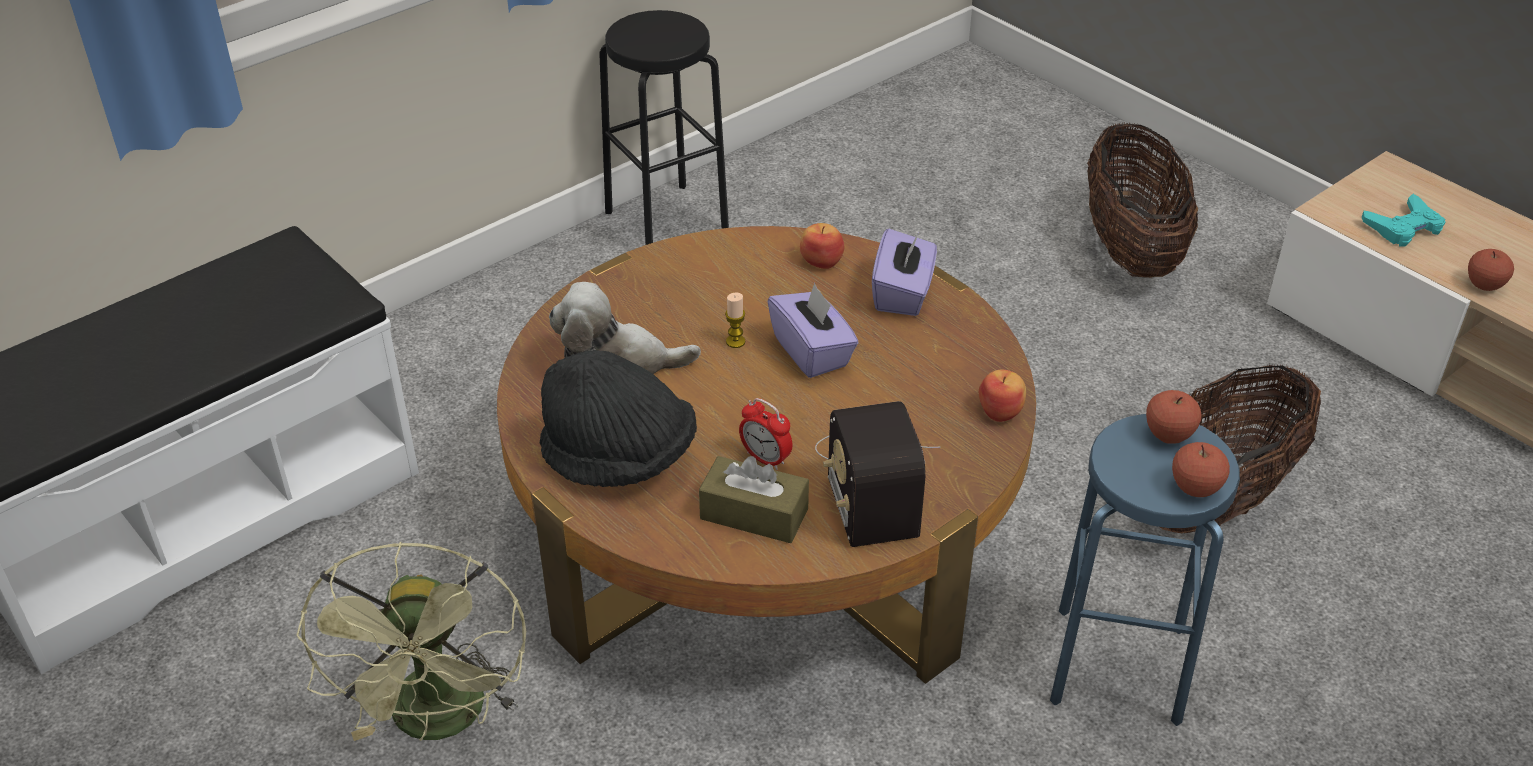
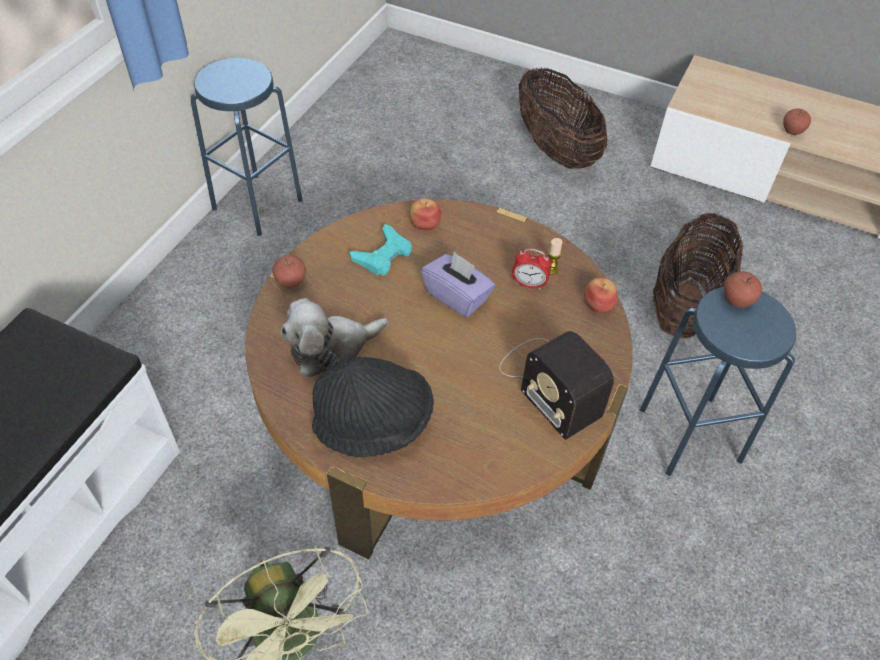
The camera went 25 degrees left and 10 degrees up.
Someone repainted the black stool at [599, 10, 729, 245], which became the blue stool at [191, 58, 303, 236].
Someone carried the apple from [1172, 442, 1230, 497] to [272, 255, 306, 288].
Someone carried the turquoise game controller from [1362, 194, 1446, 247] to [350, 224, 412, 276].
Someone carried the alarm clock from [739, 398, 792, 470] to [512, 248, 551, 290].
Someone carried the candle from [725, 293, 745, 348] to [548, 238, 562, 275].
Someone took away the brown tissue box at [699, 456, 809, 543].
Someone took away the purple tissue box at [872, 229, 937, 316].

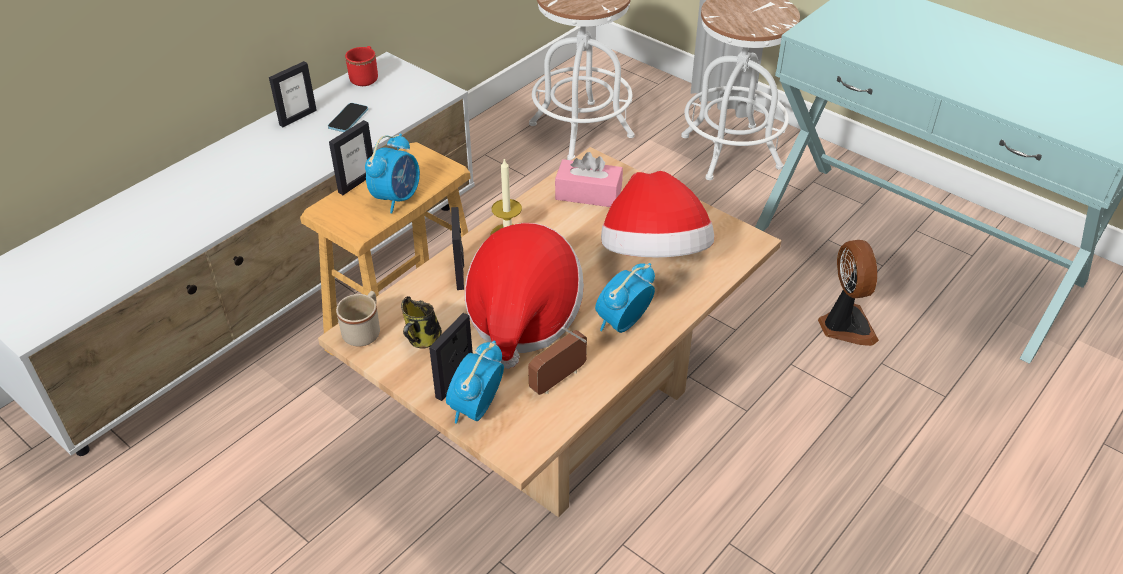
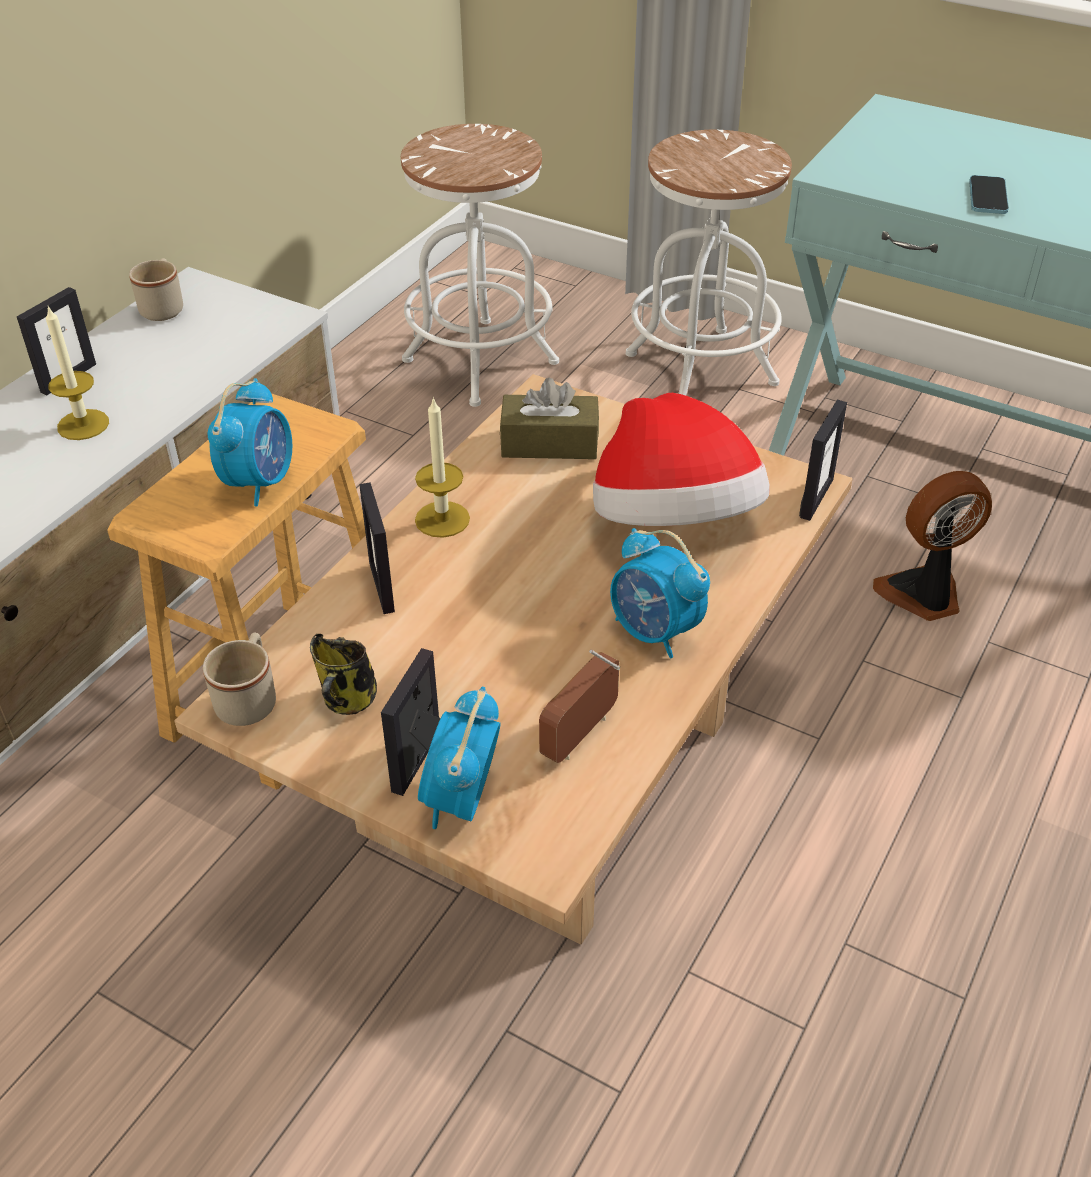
The camera went 10 degrees left and 0 degrees up.
Someone put down the candle at [46, 305, 109, 440].
Someone repainted the red mug at [345, 46, 378, 86], which became the beige mug at [129, 258, 183, 321].
Someone repainted the pink tissue box at [555, 152, 623, 207], which became the brown tissue box at [500, 377, 599, 459].
Someone rotated the alarm clock at [595, 263, 655, 333] by 75 degrees counterclockwise.
Someone carried the picture frame from [329, 120, 373, 195] to [799, 400, 847, 521].
Someone rotated the fan at [818, 240, 879, 346] by 90 degrees counterclockwise.
Someone carried the phone from [328, 103, 368, 132] to [969, 175, 1009, 214].
Someone took away the hat at [465, 223, 584, 369].

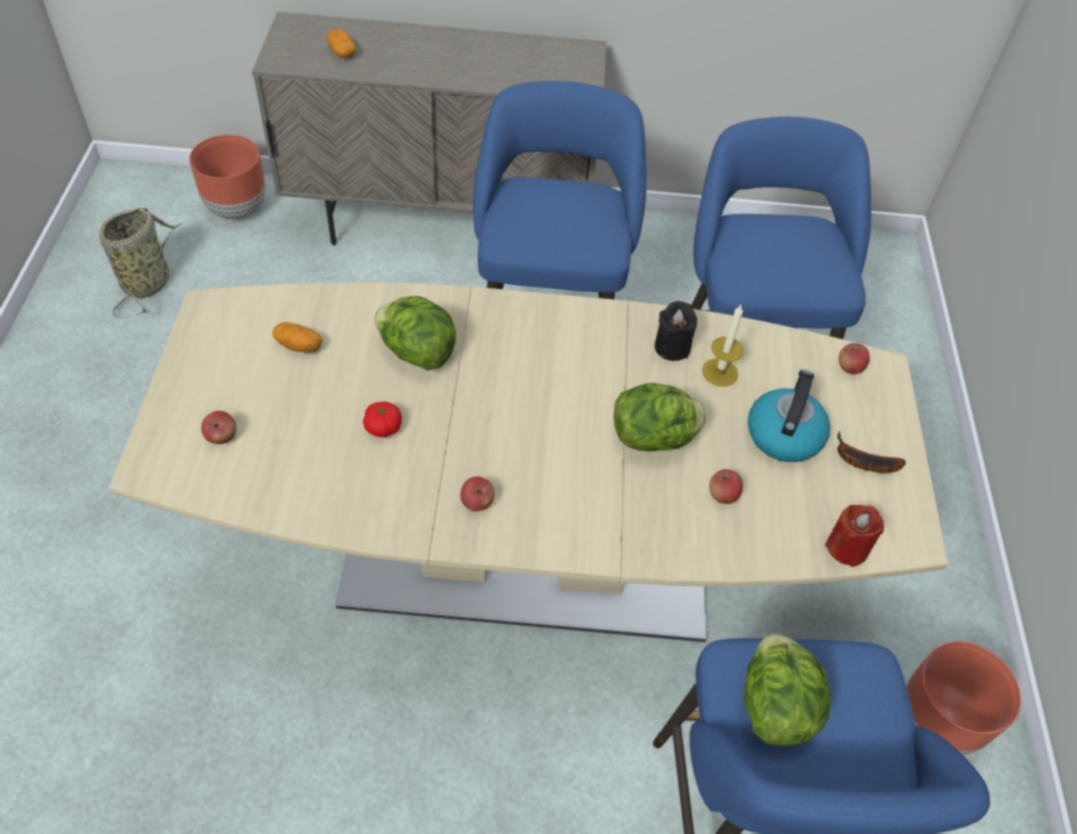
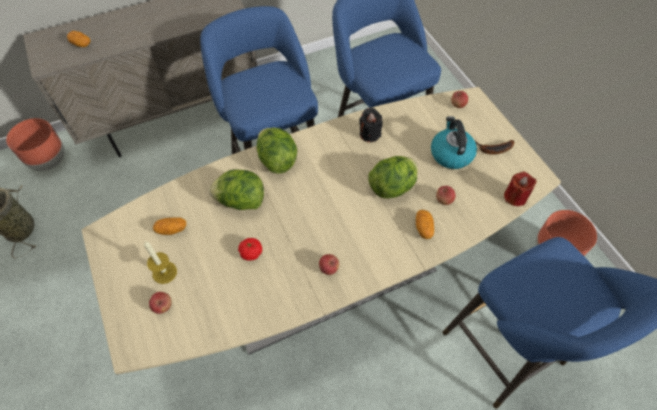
The camera went 25 degrees left and 5 degrees up.
Someone carried the candle from [702, 305, 743, 386] to [144, 241, 177, 284].
Someone carried the lettuce from [744, 634, 831, 746] to [257, 127, 297, 174].
Someone put down the potato at [416, 210, 434, 239].

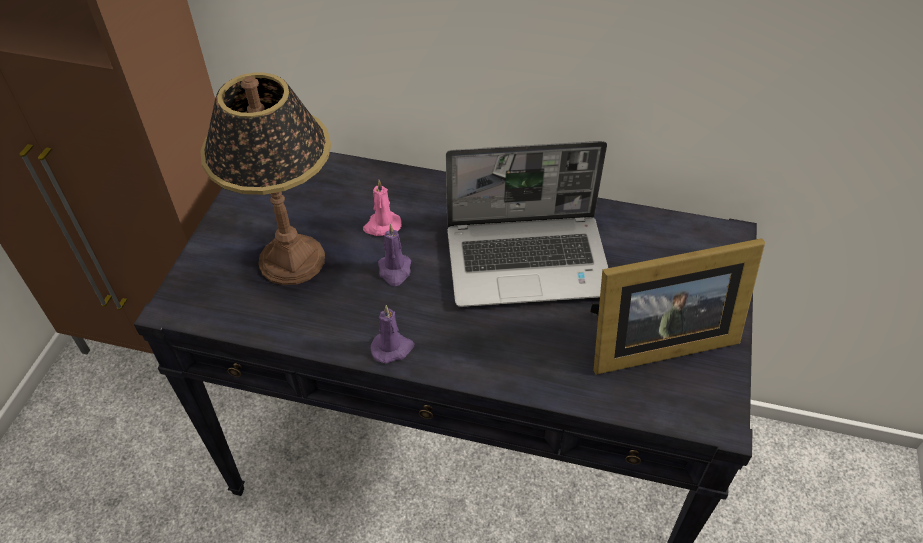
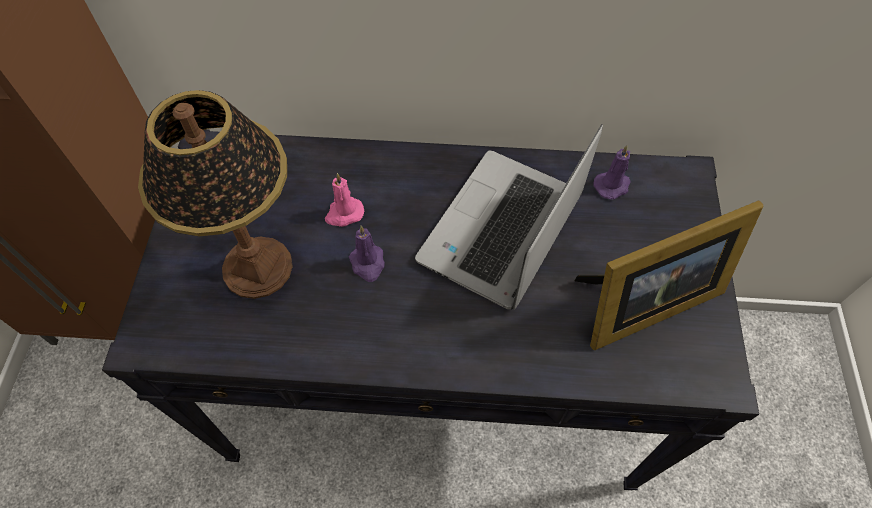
The camera went 10 degrees left and 10 degrees up.
Someone rotated the laptop at [446, 141, 608, 307] by 135 degrees clockwise.
Someone carried the purple candle from [370, 305, 414, 364] to [593, 145, 631, 200].

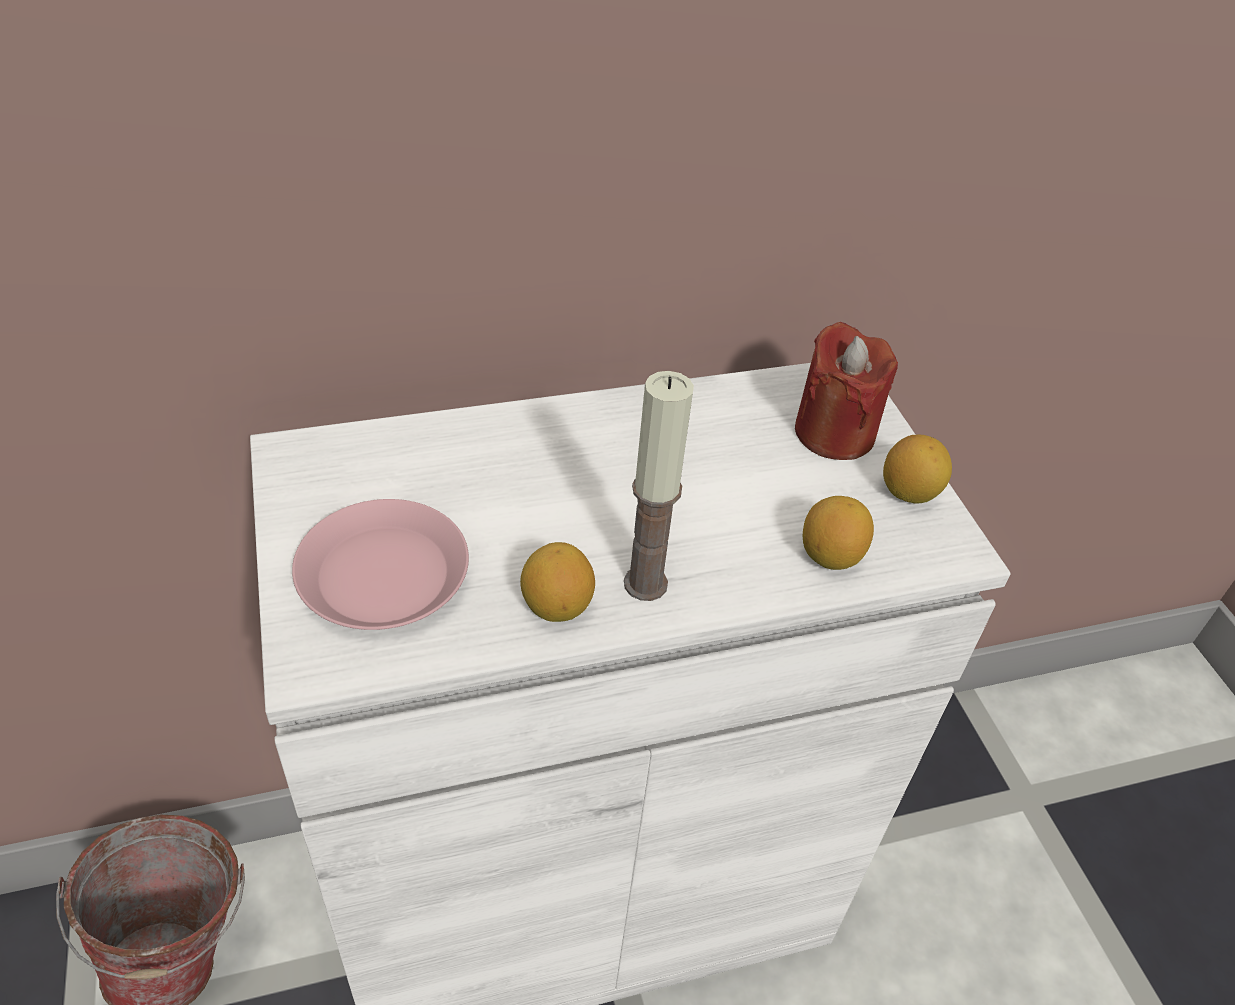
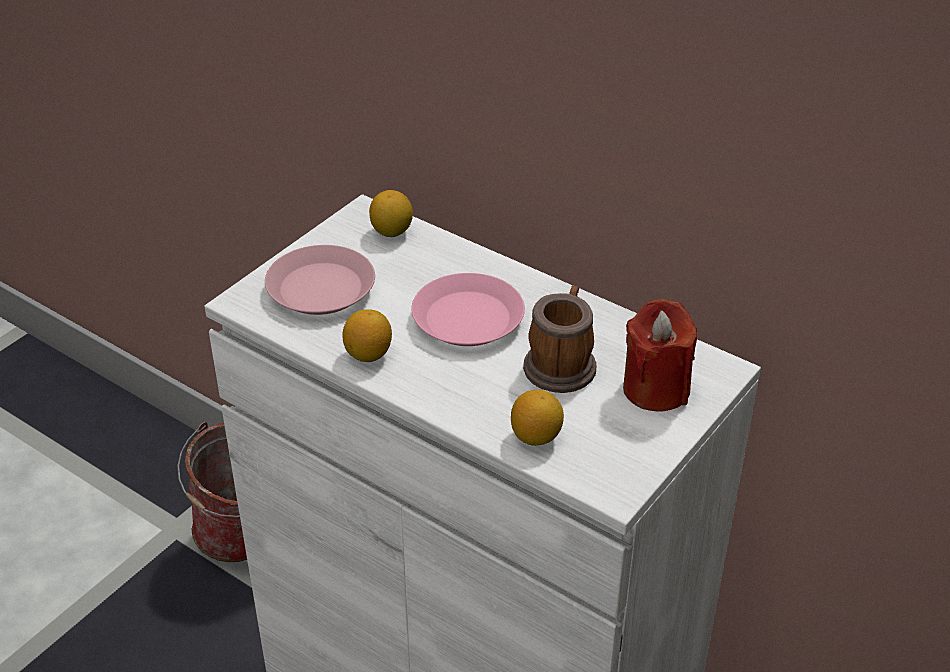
The camera went 55 degrees right and 5 degrees down.
Someone carried the lemon from [883, 435, 952, 504] to [369, 190, 413, 237].
Someone put down the pink plate at [411, 273, 525, 346].
Someone put down the mug at [523, 286, 596, 393].
Someone took away the candle at [624, 371, 694, 601].

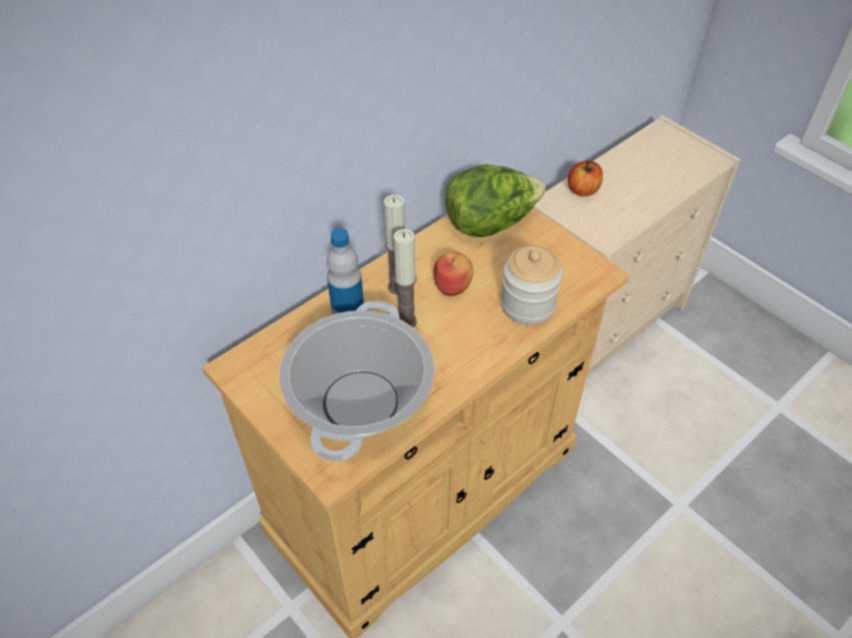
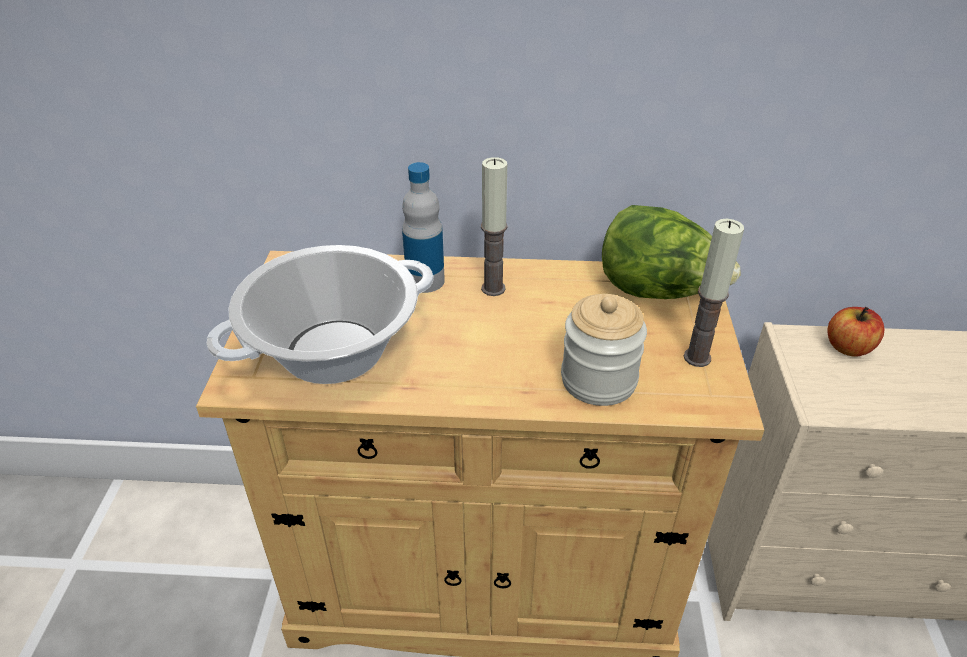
The camera went 45 degrees right and 10 degrees down.
Someone carried the candle from [393, 229, 417, 327] to [684, 219, 744, 367].
Someone took away the apple at [434, 252, 473, 296].

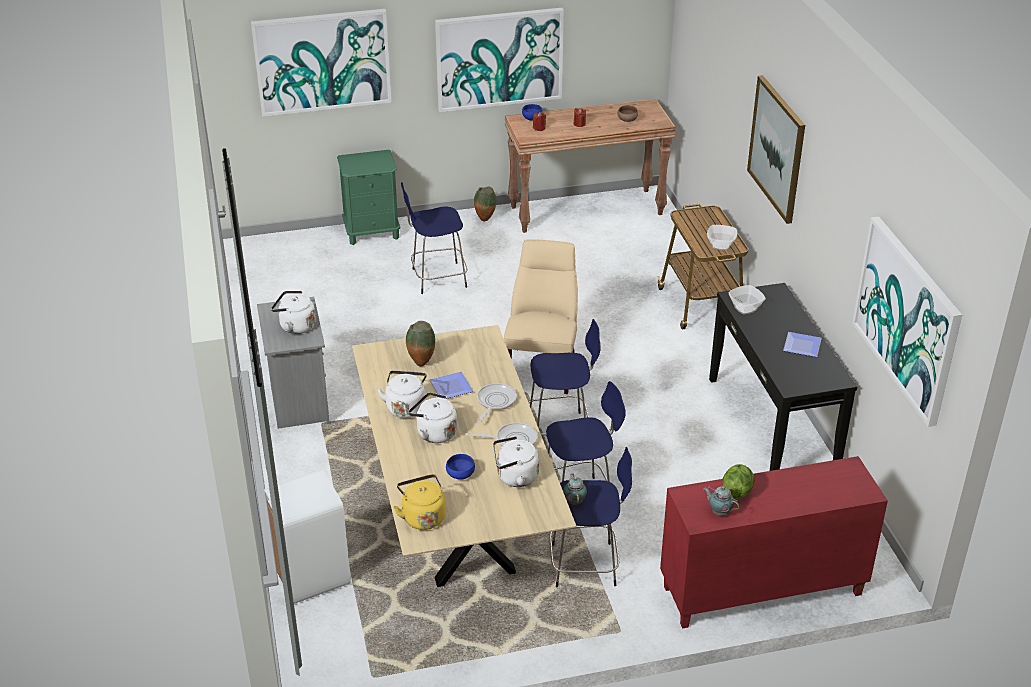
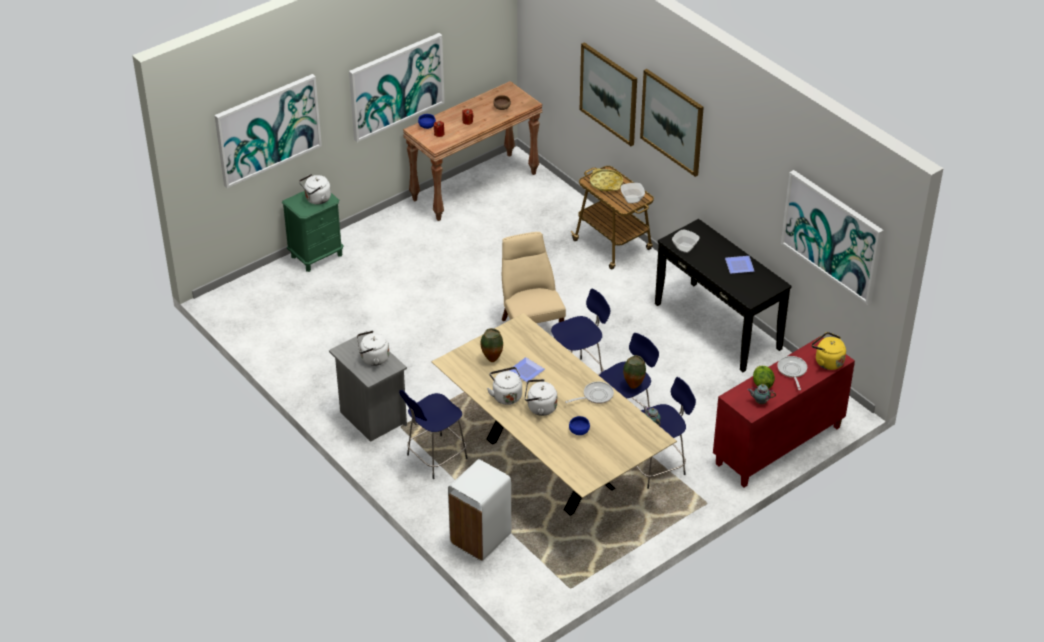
The camera went 25 degrees left and 5 degrees up.
Someone carried the white kettle from [493, 436, 539, 487] to [299, 174, 331, 204].
Someone carried the blue stool from [401, 182, 468, 294] to [399, 390, 468, 479].
Someone put up the picture at [580, 42, 637, 146].
Someone put down the yellow tray at [590, 169, 623, 191].
Someone carried the vase from [474, 186, 496, 221] to [623, 355, 646, 389].
Someone carried the frying pan from [477, 383, 517, 423] to [777, 356, 807, 390].
Someone carried the yellow kettle from [393, 474, 446, 530] to [812, 332, 846, 370].

